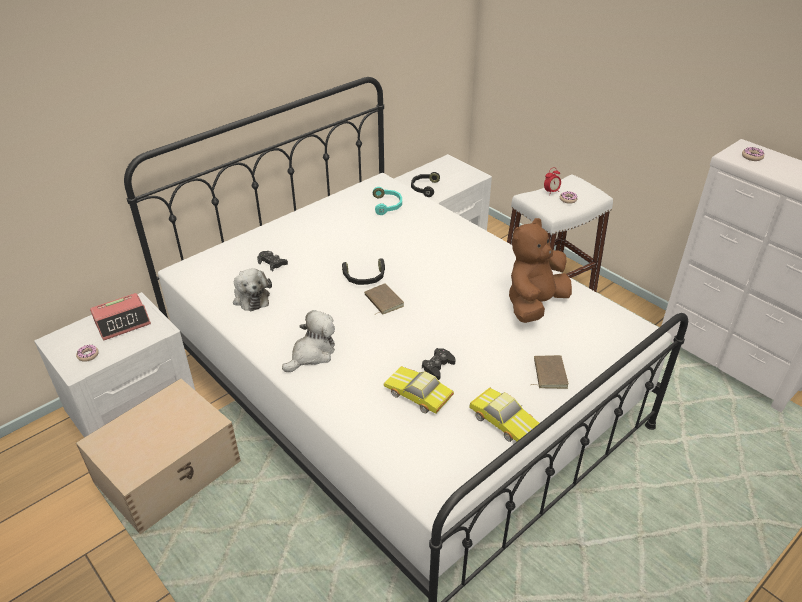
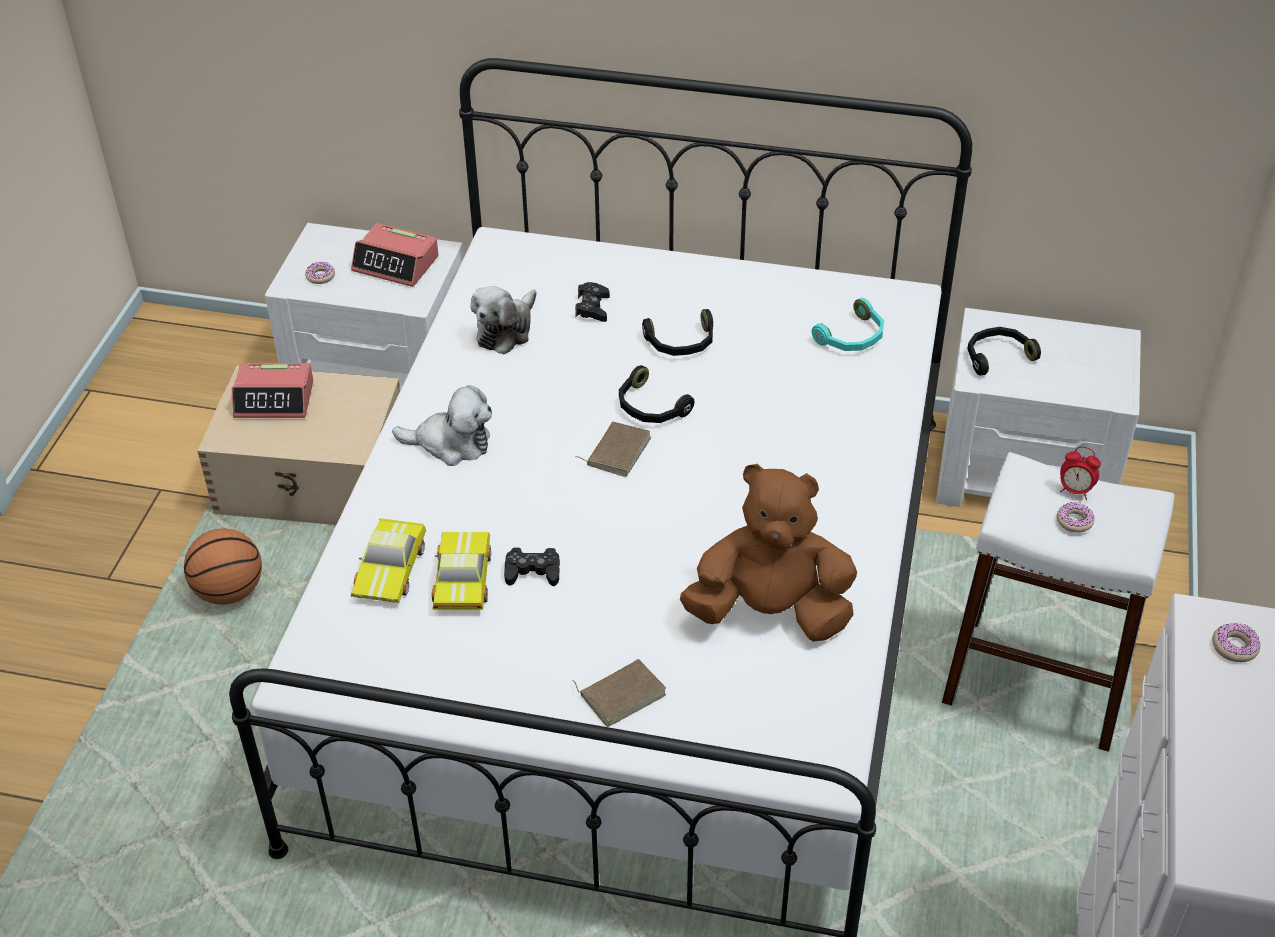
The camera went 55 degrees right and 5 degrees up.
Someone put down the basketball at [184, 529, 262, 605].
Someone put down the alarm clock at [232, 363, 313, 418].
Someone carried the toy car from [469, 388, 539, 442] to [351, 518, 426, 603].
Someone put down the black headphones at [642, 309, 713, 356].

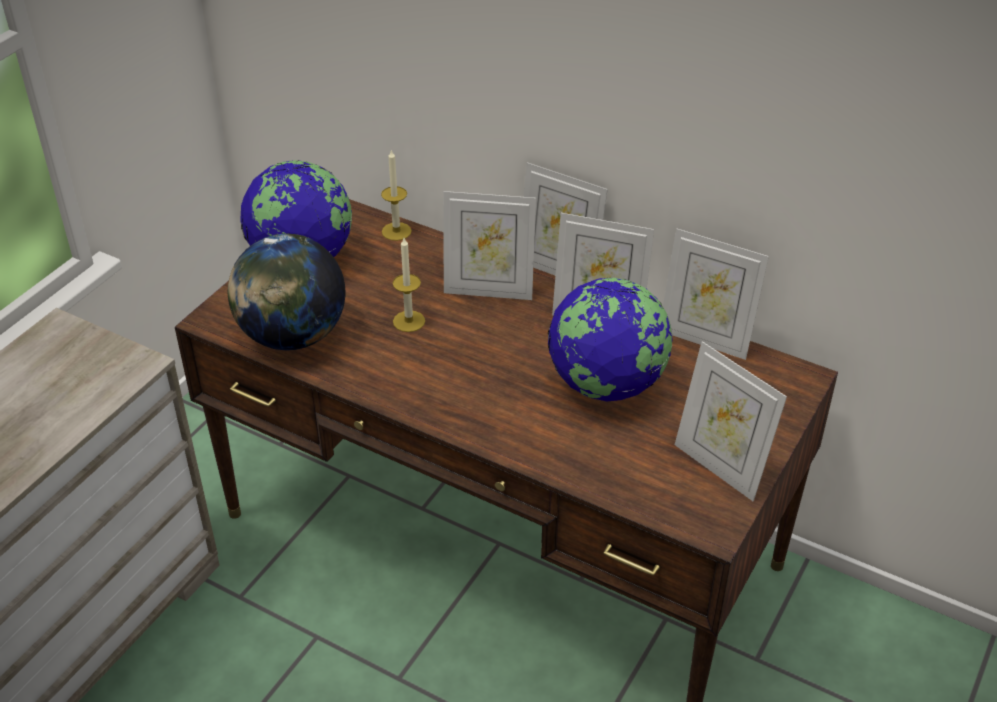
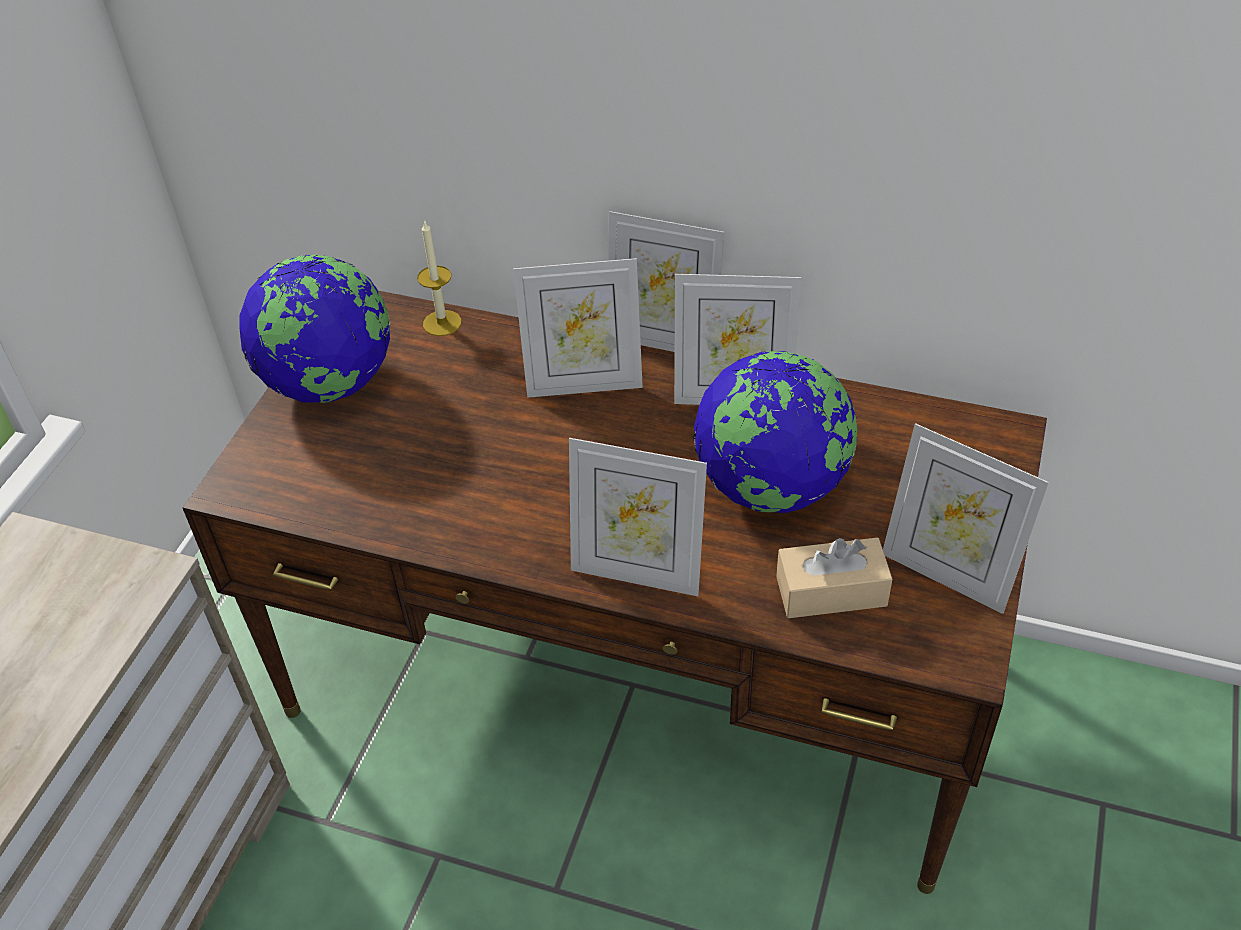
The camera went 10 degrees left and 5 degrees up.
Someone carried the picture frame from [663, 228, 769, 360] to [569, 438, 707, 596].
Someone put down the beige tissue box at [776, 537, 892, 618].
Someone took away the globe at [228, 234, 346, 350].
Someone took away the candle at [393, 238, 425, 332].

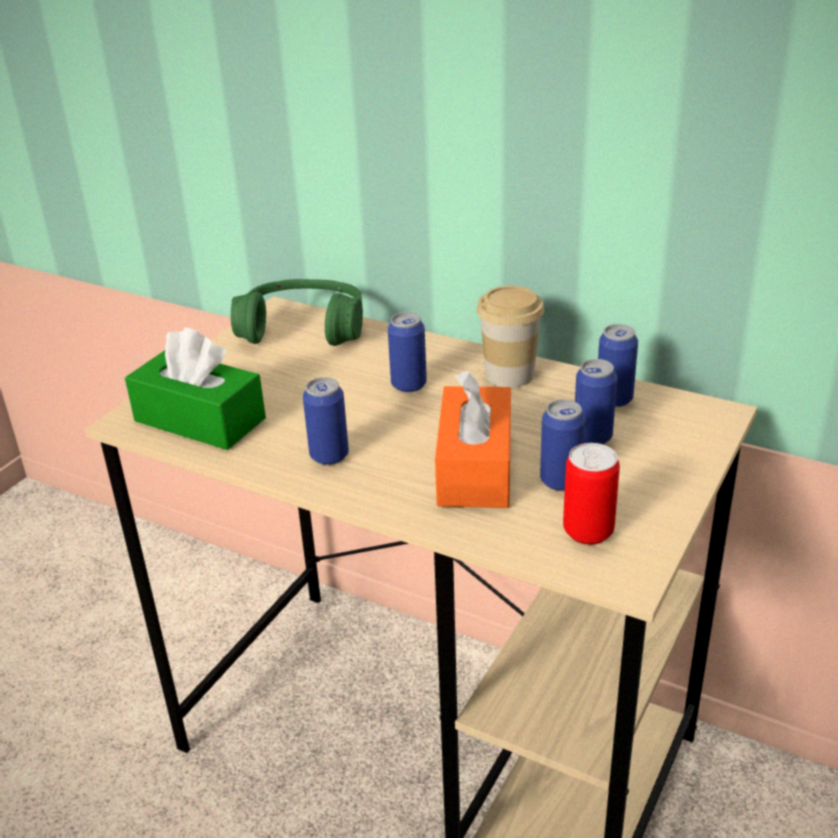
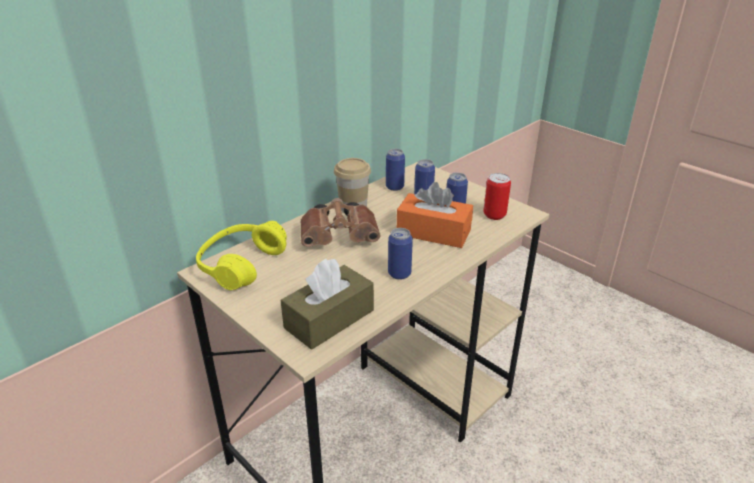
The camera went 75 degrees left and 0 degrees up.
Someone repainted the green headphones at [231, 279, 363, 346], which became the yellow headphones at [196, 221, 287, 290].
Someone repainted the green tissue box at [125, 328, 266, 450], which became the brown tissue box at [281, 259, 374, 350].
Someone swapped the can at [388, 312, 427, 393] for the brown binoculars at [301, 198, 381, 247].

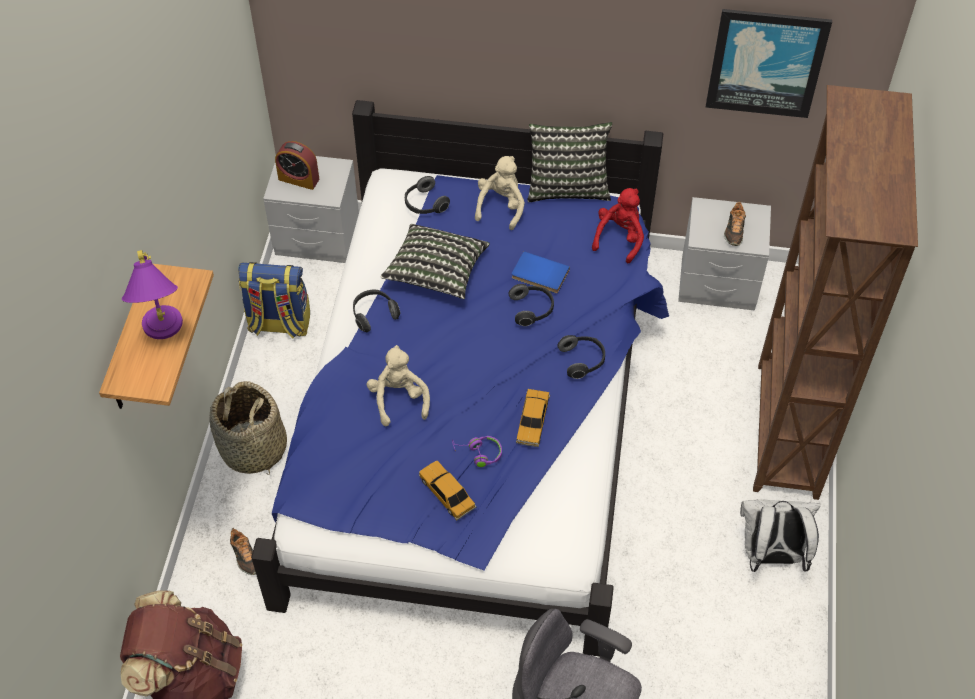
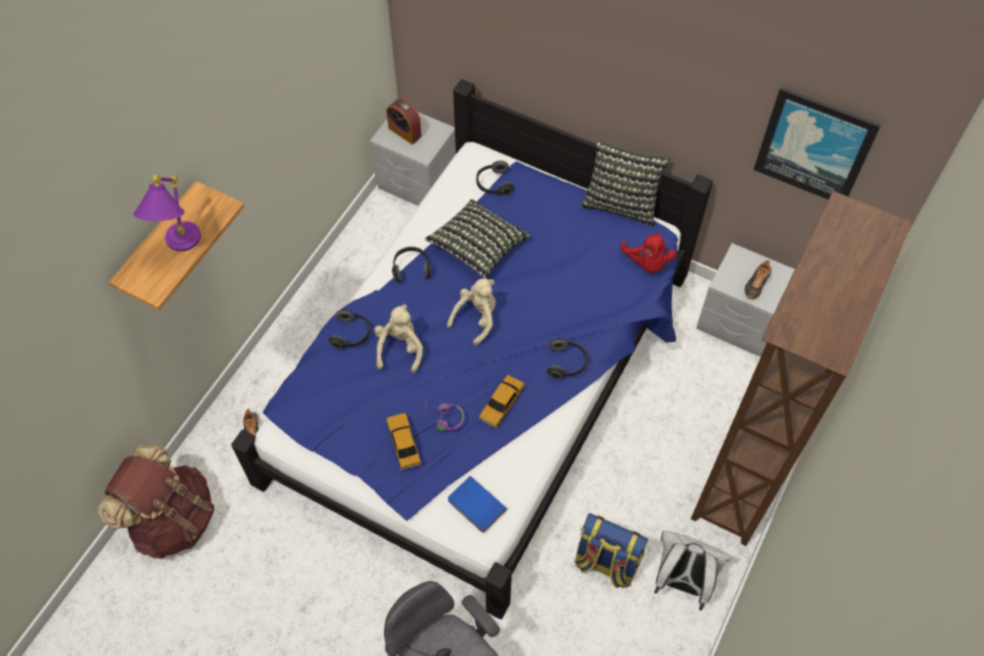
The camera went 20 degrees right and 5 degrees up.
Someone carried the headphones from [508, 284, 554, 326] to [329, 309, 371, 349].
Someone carried the beige plush toy from [475, 156, 525, 230] to [447, 278, 496, 346].
Someone carried the blue book from [512, 251, 570, 293] to [448, 476, 507, 533].
Someone carried the backpack from [238, 262, 310, 338] to [574, 513, 648, 588].
Someone rotated the red plush toy at [592, 188, 644, 263] by 120 degrees clockwise.
Someone took away the basket at [209, 381, 287, 475].

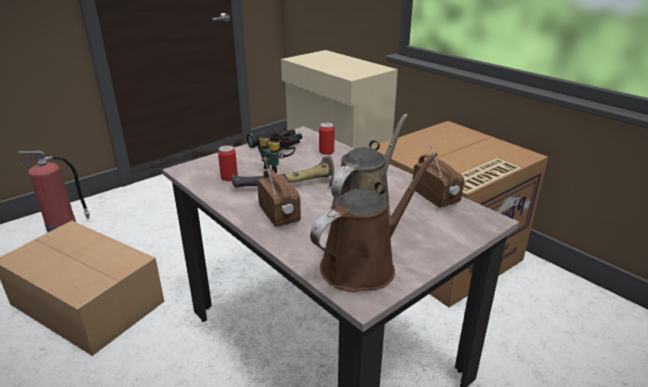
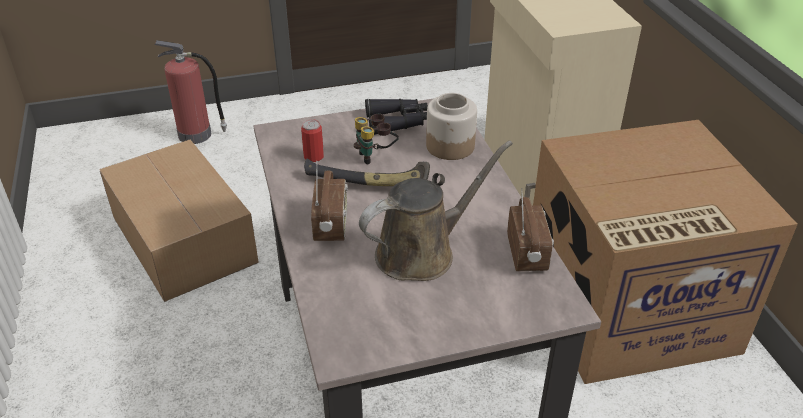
The camera went 25 degrees right and 10 degrees up.
Someone swapped the can at [319, 122, 335, 155] for the jar at [426, 93, 477, 160].
Someone took away the brown watering can at [310, 152, 438, 292].

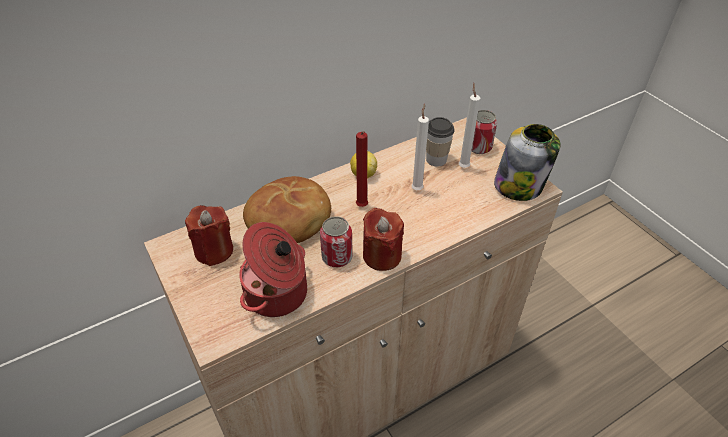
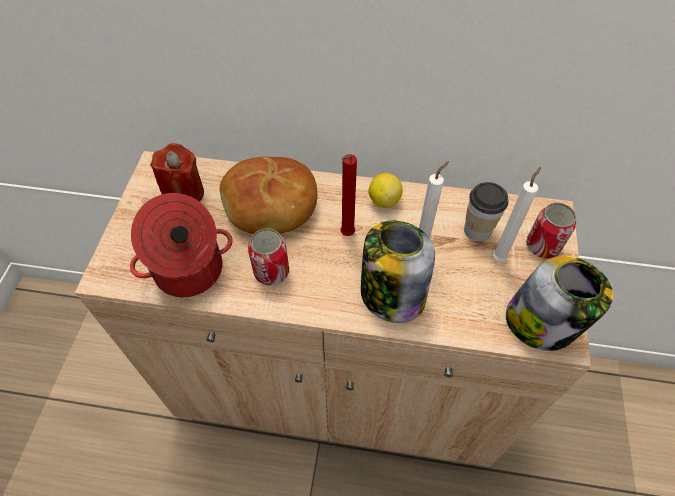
The camera went 40 degrees right and 10 degrees up.
Someone put down the jar at [361, 221, 435, 323].
Someone took away the red candle at [363, 208, 404, 271].

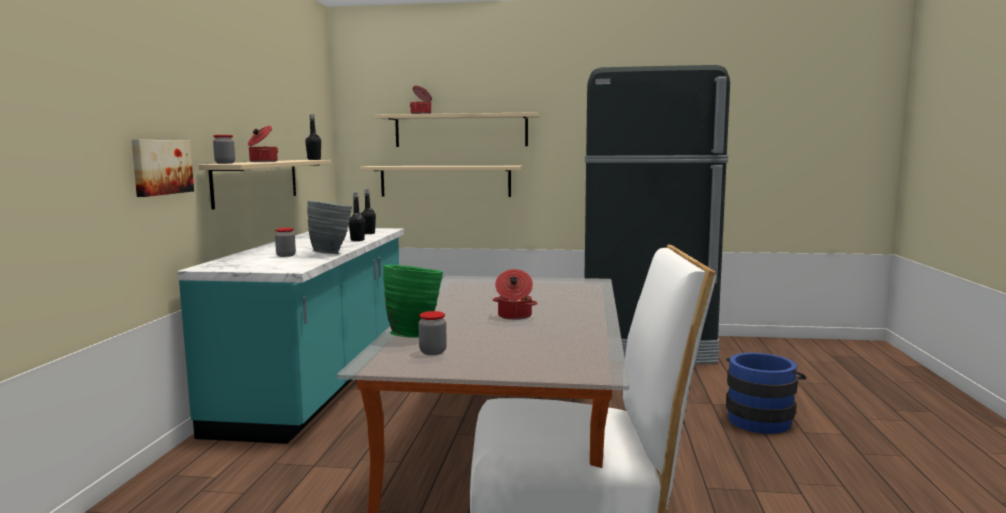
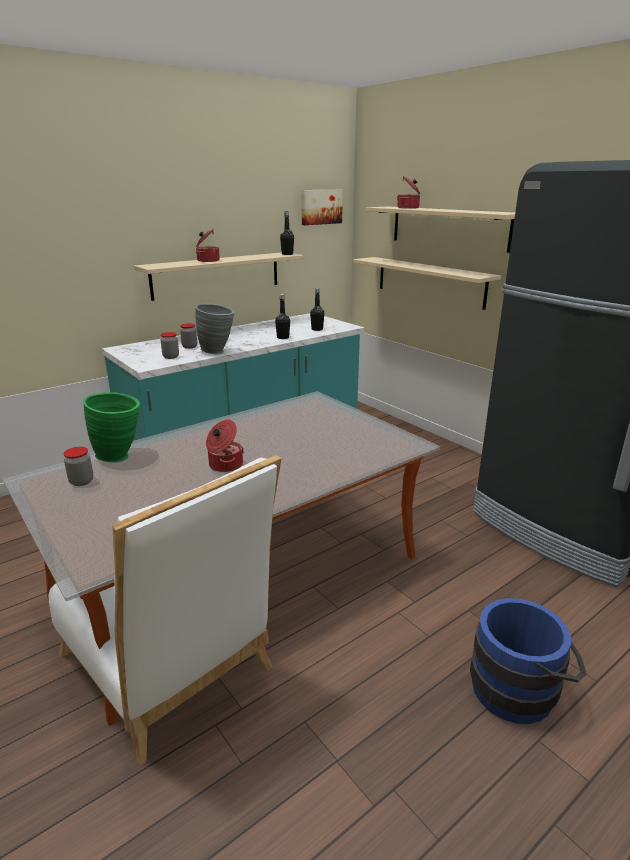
The camera went 45 degrees right and 15 degrees up.
Someone carried the jar from [213, 135, 235, 164] to [161, 332, 179, 359].
Someone carried the picture from [131, 140, 194, 197] to [301, 190, 343, 225].

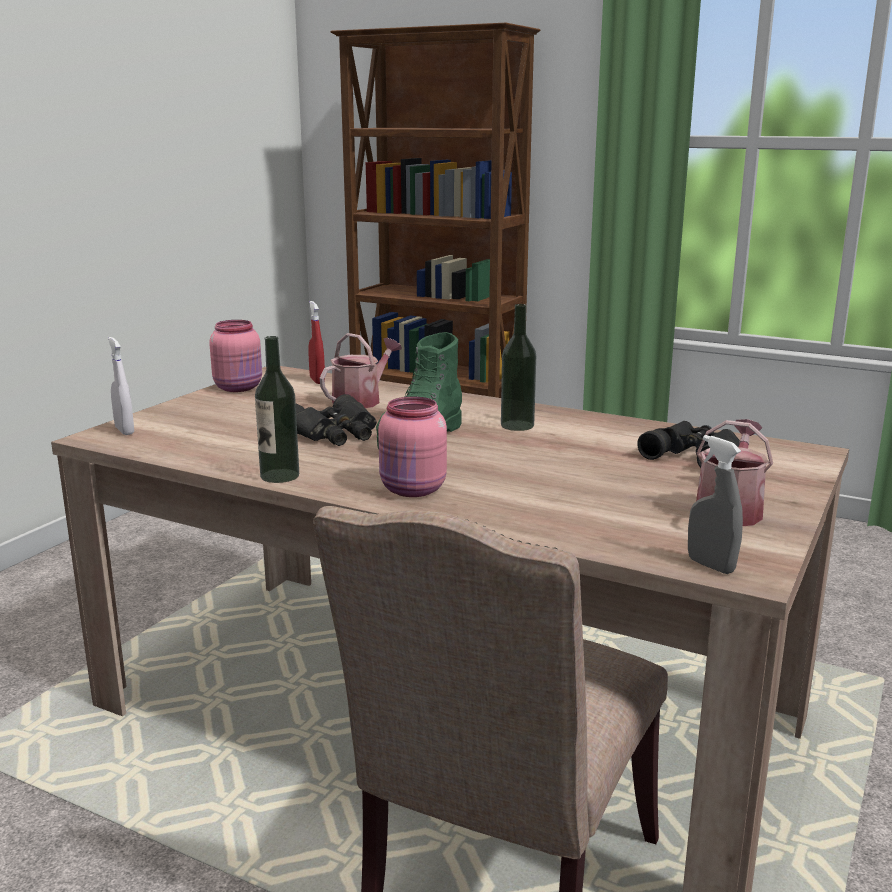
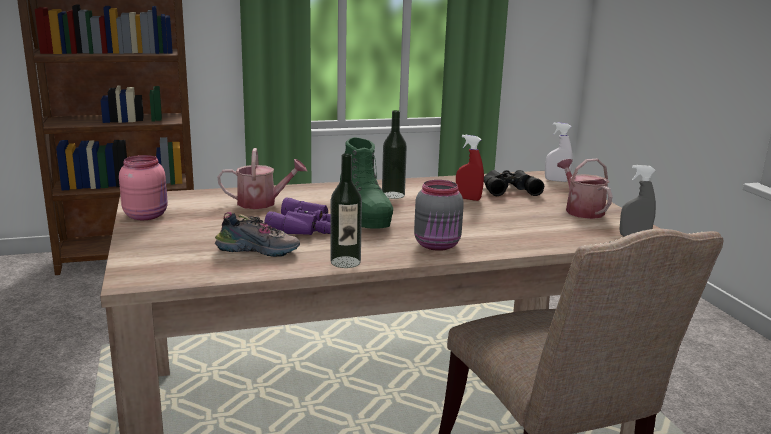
The camera went 45 degrees left and 0 degrees up.
Someone put down the shoe at [215, 212, 300, 257].
Someone rotated the watering can at [319, 333, 402, 408] by 90 degrees clockwise.
Someone repainted the black binoculars at [296, 394, 377, 446], which became the purple binoculars at [264, 197, 331, 235].
Someone repainted the pink jar at [378, 397, 447, 497], which became the grey jar at [414, 180, 464, 251].
Someone carried the red spray bottle from [308, 301, 325, 384] to [456, 135, 484, 201].
Someone carried the white spray bottle from [108, 337, 134, 435] to [545, 122, 573, 182].

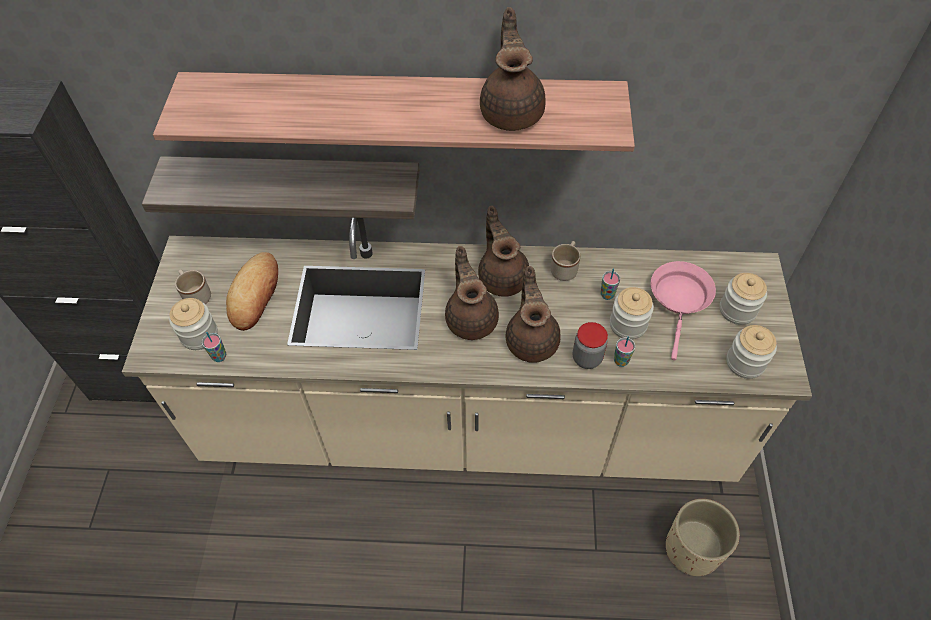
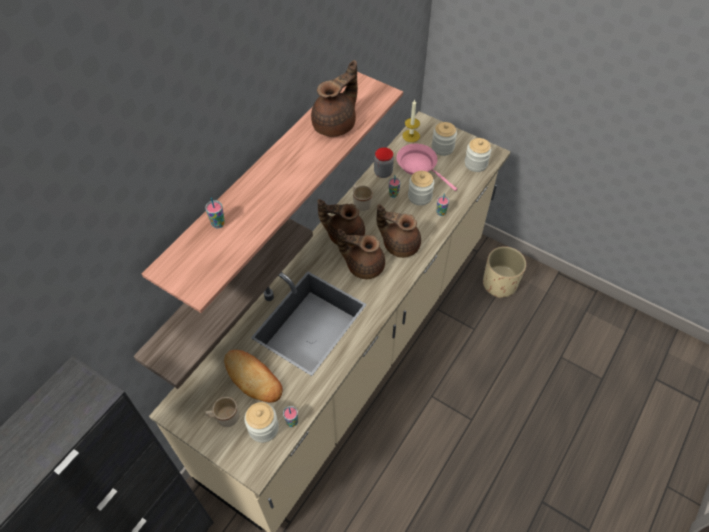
The camera went 60 degrees left and 0 degrees up.
Someone put down the cup at [205, 197, 225, 228].
Someone rotated the brown teapot at [480, 7, 545, 131] by 105 degrees clockwise.
Someone carried the jar from [573, 322, 608, 369] to [374, 147, 394, 178].
Someone put down the candle at [403, 100, 420, 142].

